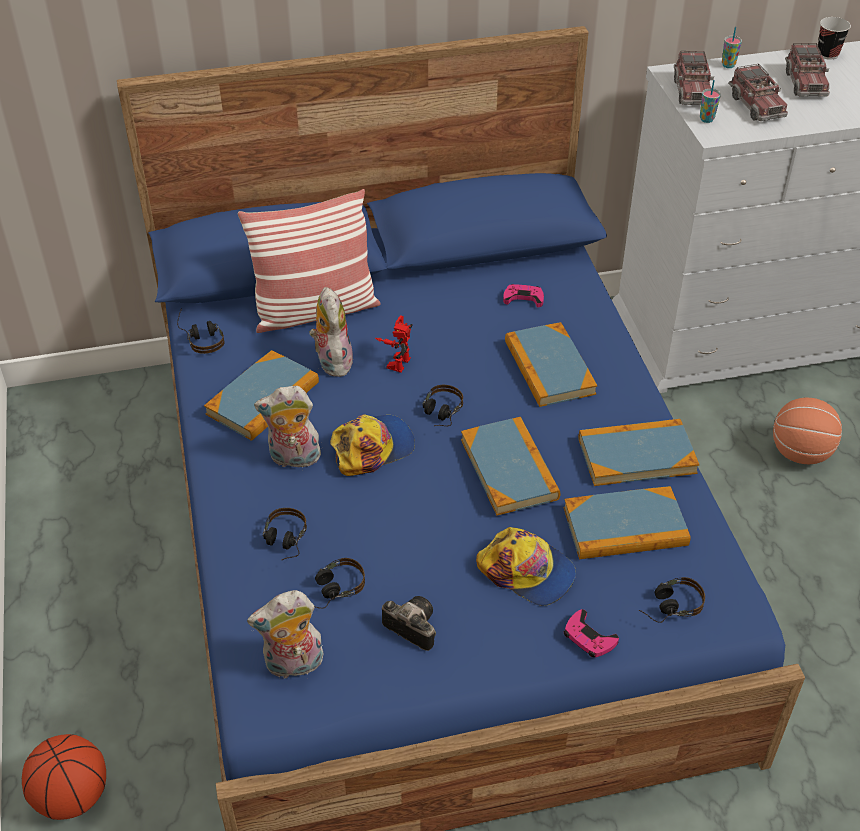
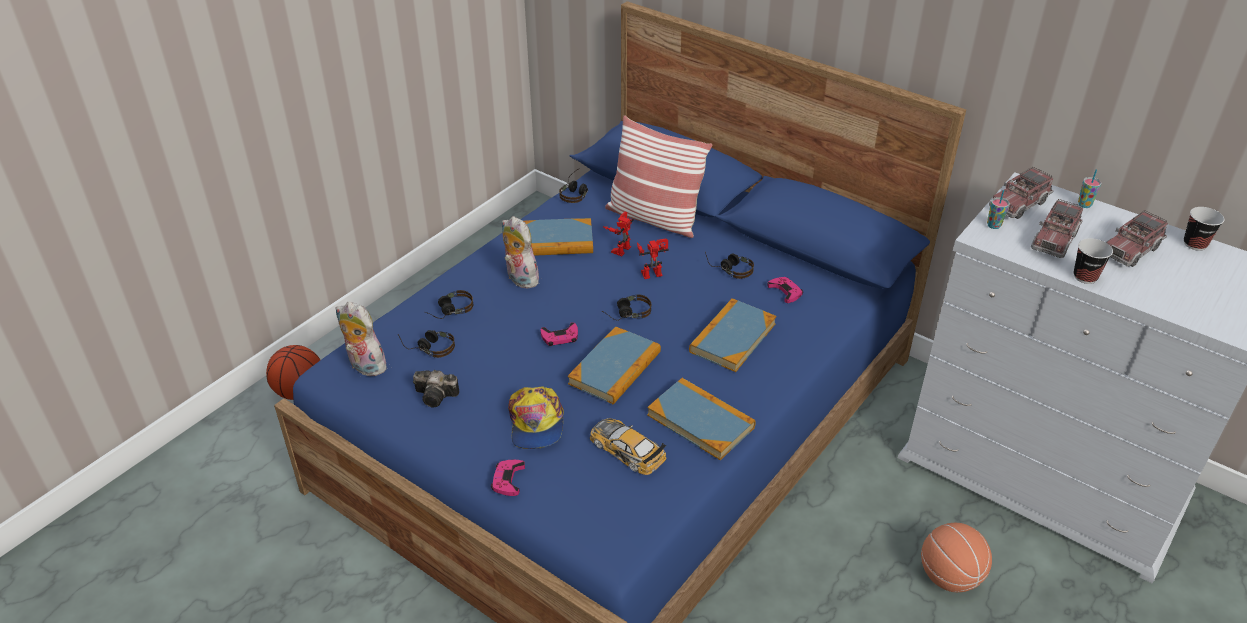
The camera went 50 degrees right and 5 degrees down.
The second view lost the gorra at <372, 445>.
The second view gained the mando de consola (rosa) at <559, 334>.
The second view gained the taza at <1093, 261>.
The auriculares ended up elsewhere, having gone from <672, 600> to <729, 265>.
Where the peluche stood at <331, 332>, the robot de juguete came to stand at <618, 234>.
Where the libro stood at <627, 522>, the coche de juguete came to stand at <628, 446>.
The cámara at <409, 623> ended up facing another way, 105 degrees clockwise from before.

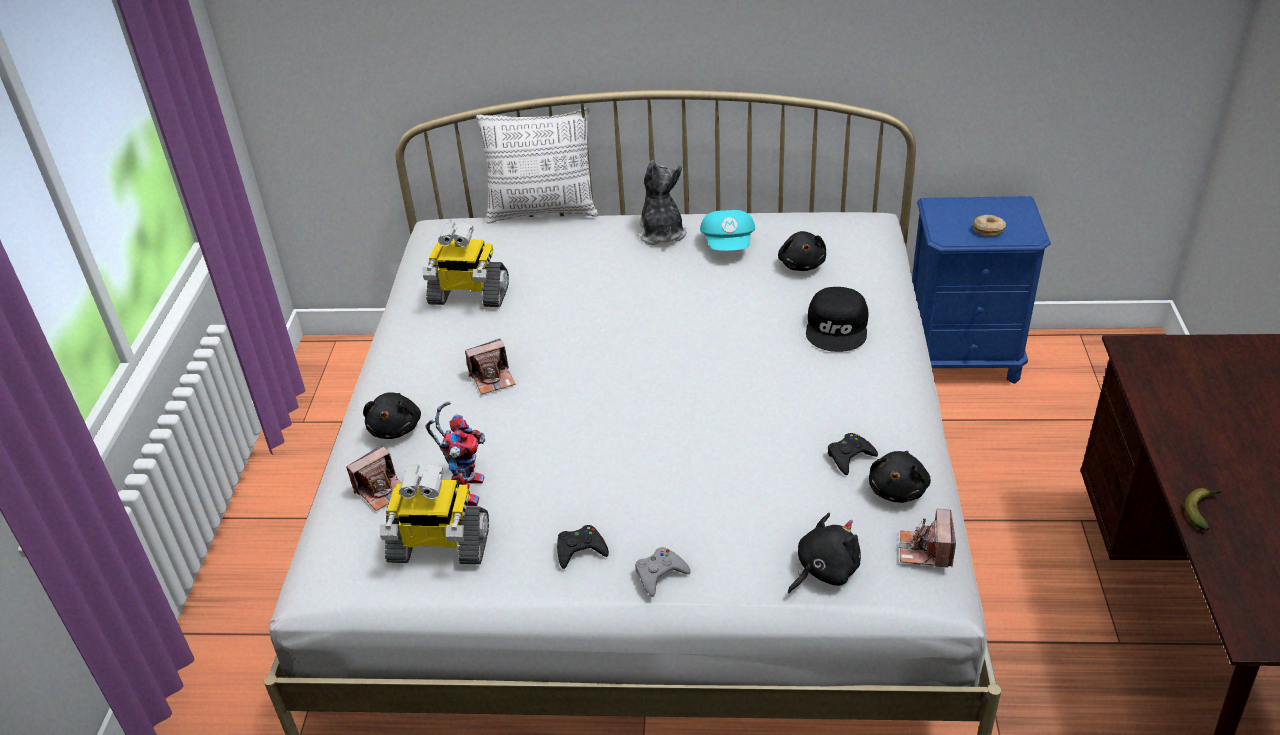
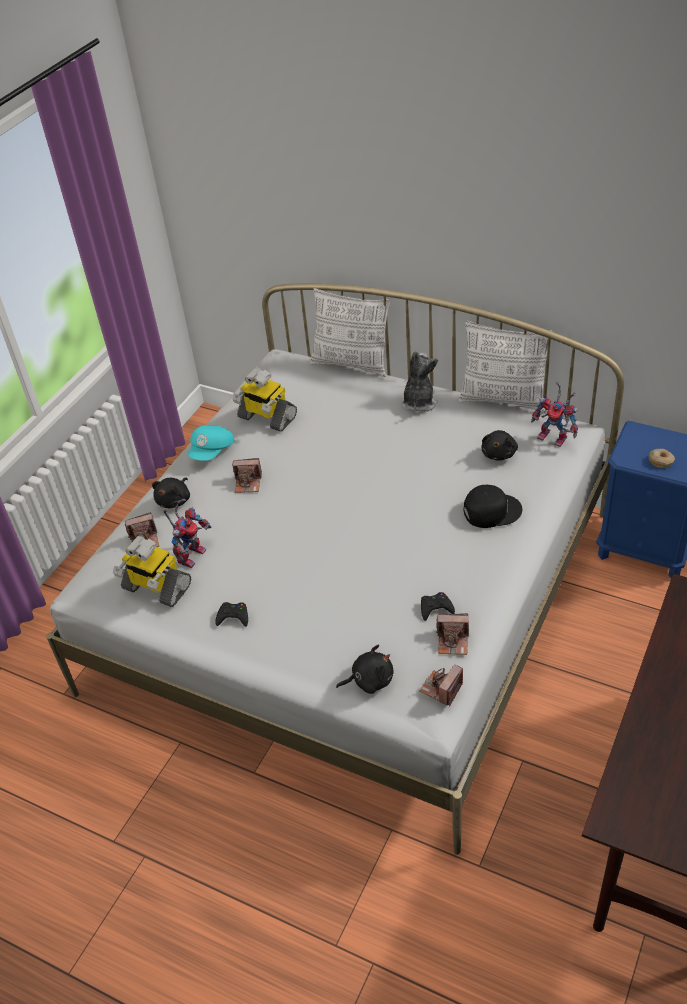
The camera went 25 degrees right and 5 degrees up.
The second view lost the mando de consola (gris) at <662, 572>.
The second view lost the plátano at <1203, 509>.
The second view gained the cojín at <506, 366>.
The second view gained the robot de juguete at <555, 414>.
The gorra (turquesa) ended up elsewhere, having gone from <727, 230> to <211, 443>.
Where the peluche (negro) stood at <900, 477>, the cámara came to stand at <452, 634>.
The gorra (negro) at <837, 319> ended up facing another way, 135 degrees counterclockwise from before.

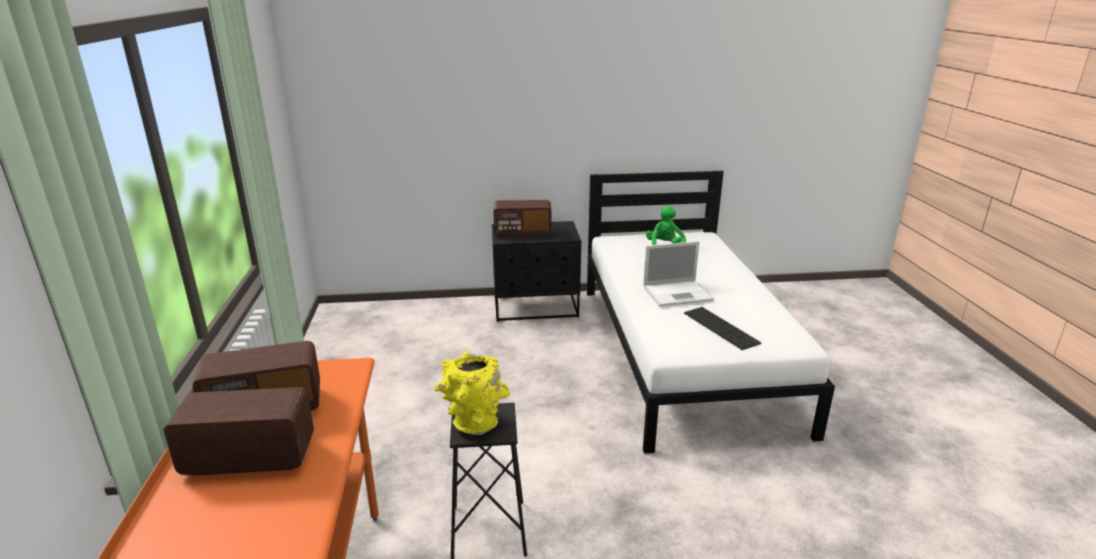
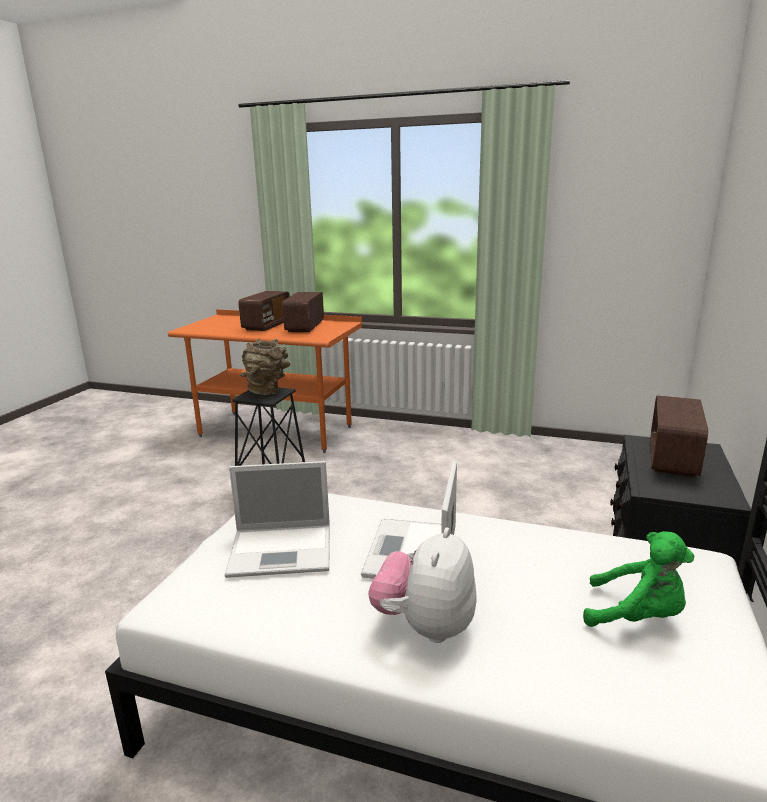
The camera went 115 degrees right and 5 degrees down.
The second view gained the peluche at <422, 585>.
Where the teclado stood at <722, 328>, the portátil came to stand at <277, 519>.
What was the florero (amarillo) at <472, 393> turned into the florero (marrón) at <265, 367>.

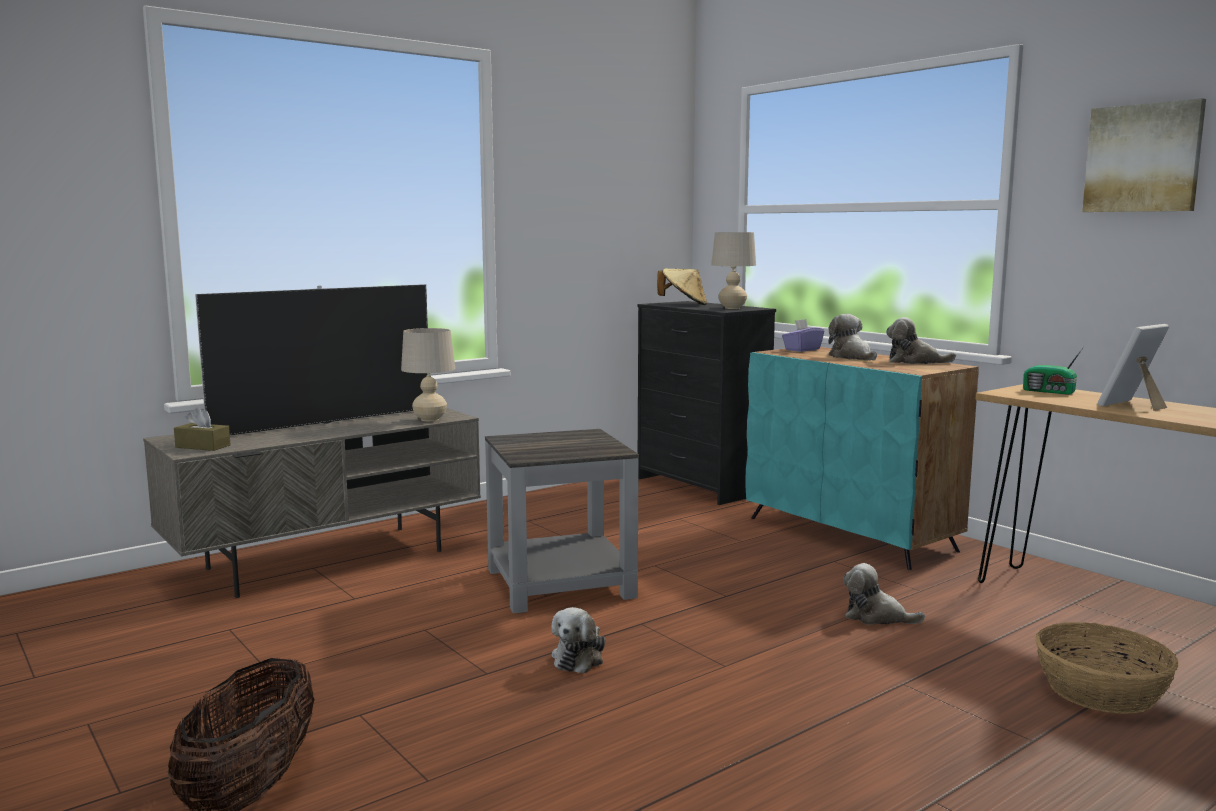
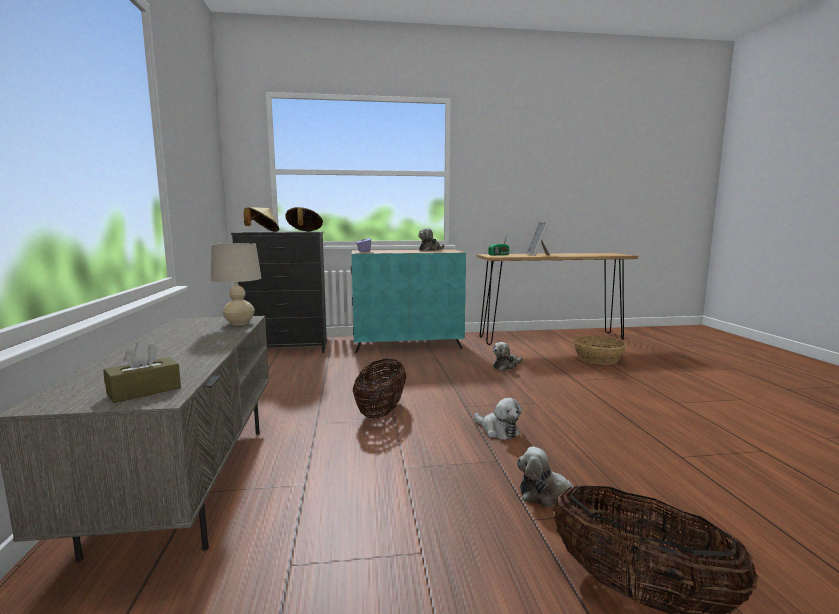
The camera went 60 degrees left and 0 degrees up.
The second view lost the televisor at <311, 360>.
The second view lost the cuadro at <1144, 155>.
The peluche ended up elsewhere, having gone from <852, 337> to <552, 477>.
Where the mesa auxiliar (gris) stood at <562, 521>, the cesta came to stand at <379, 389>.
Where the lámpara de mesa (beis) stood at <733, 270>, the sombrero (beis) came to stand at <304, 219>.

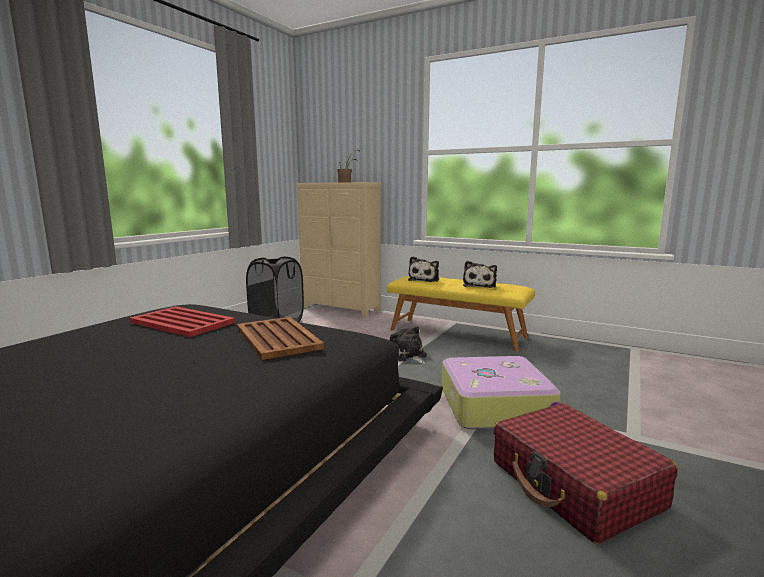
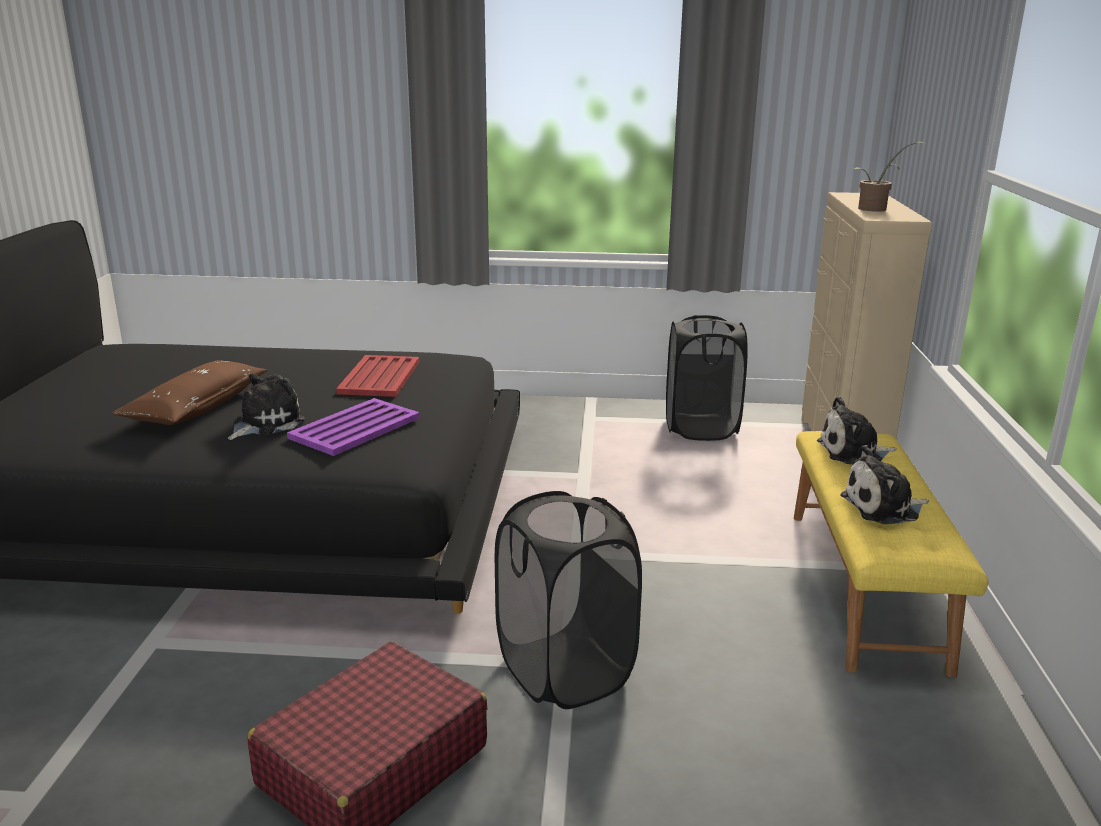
The camera went 65 degrees right and 10 degrees up.
The second view gained the cojín (marrón) at <189, 392>.
The peluche ended up elsewhere, having gone from <408, 345> to <266, 407>.
Where the maleta stood at <501, 392>, the cesto de la ropa (negro) came to stand at <568, 600>.
What was the bandeja (marrón) at <280, 338> turned into the bandeja (morado) at <353, 427>.

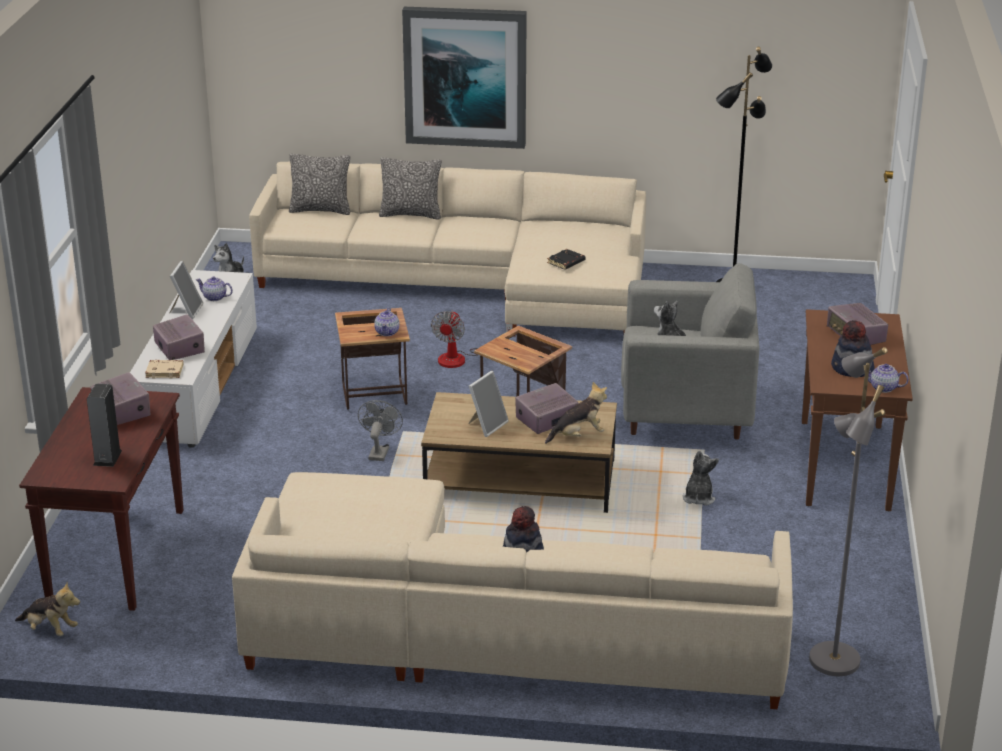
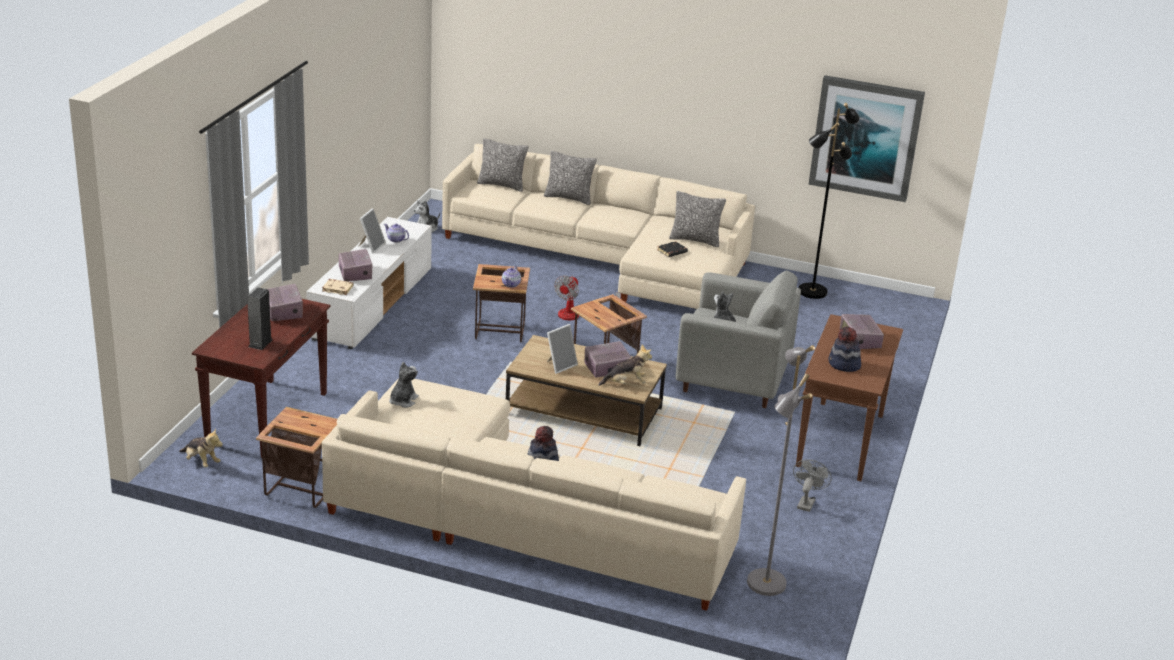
The camera went 10 degrees right and 0 degrees up.
The second view lost the tetera at <888, 378>.
The second view gained the mesa auxiliar at <296, 457>.
The second view gained the cojín at <697, 219>.
The ventilador (gris) ended up elsewhere, having gone from <380, 430> to <812, 485>.
The cuadro ended up elsewhere, having gone from <464, 78> to <867, 138>.
The peluche ended up elsewhere, having gone from <700, 478> to <404, 385>.

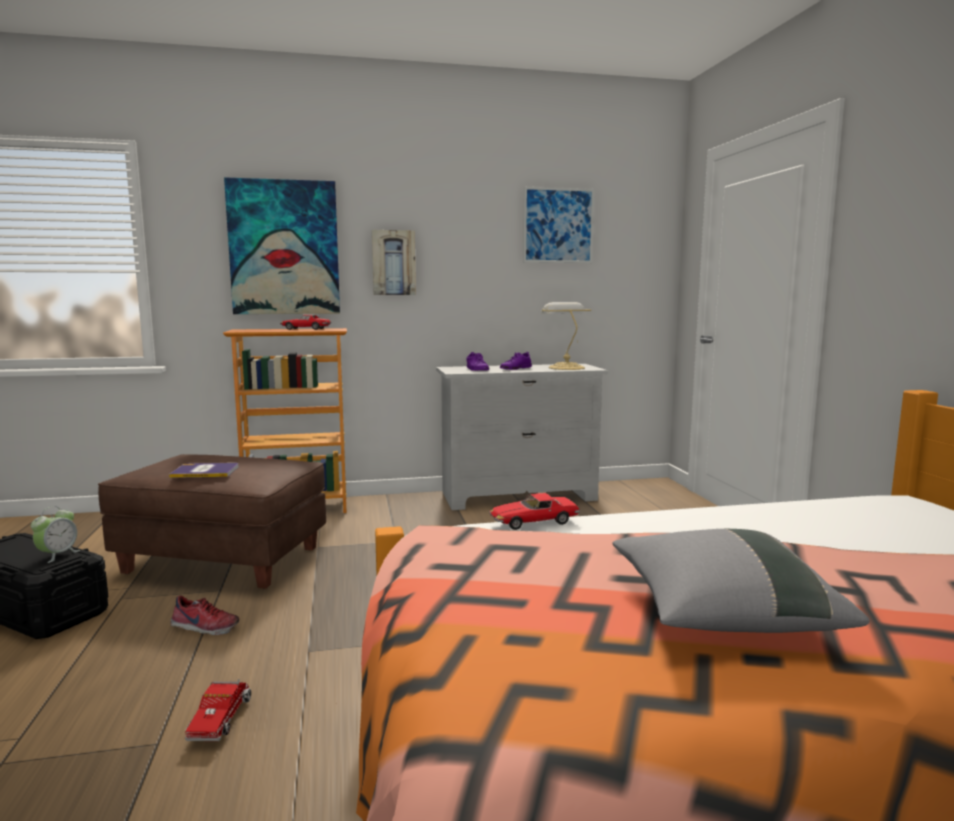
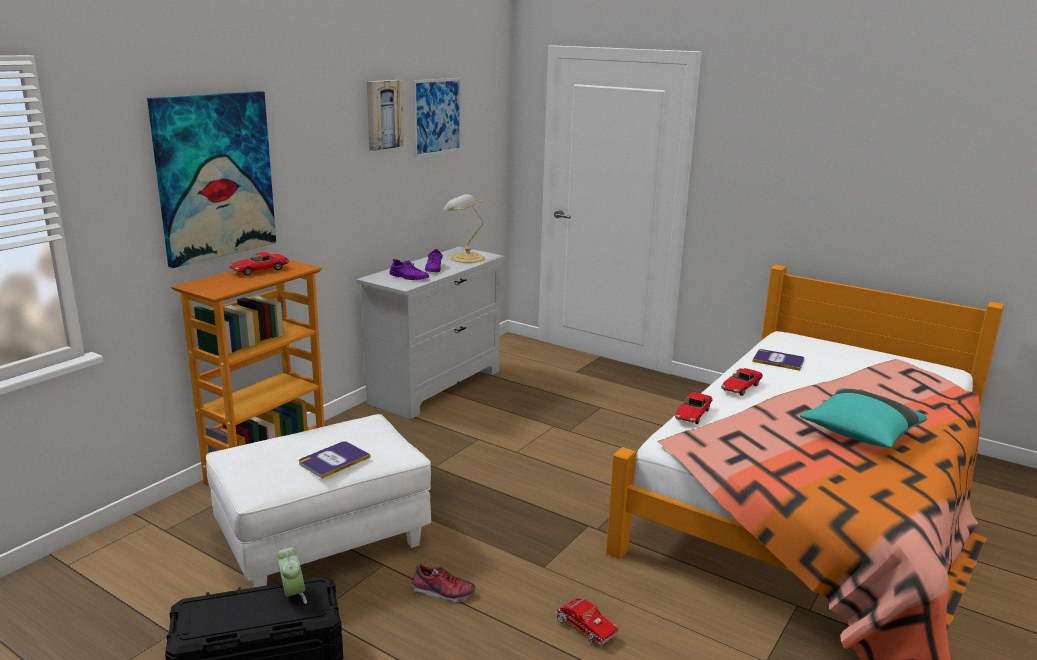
The camera went 45 degrees left and 10 degrees up.
The second view gained the coche de juguete at <742, 382>.
The second view gained the libro at <778, 360>.
The cuadro ended up elsewhere, having gone from <394, 262> to <385, 115>.
What was the puf (marrón) at <212, 521> turned into the puf (blanco) at <318, 501>.
What was the cojín (gris) at <741, 581> turned into the cojín (turquesa) at <863, 418>.
The zapato at <204, 615> ended up facing another way, 45 degrees clockwise from before.

